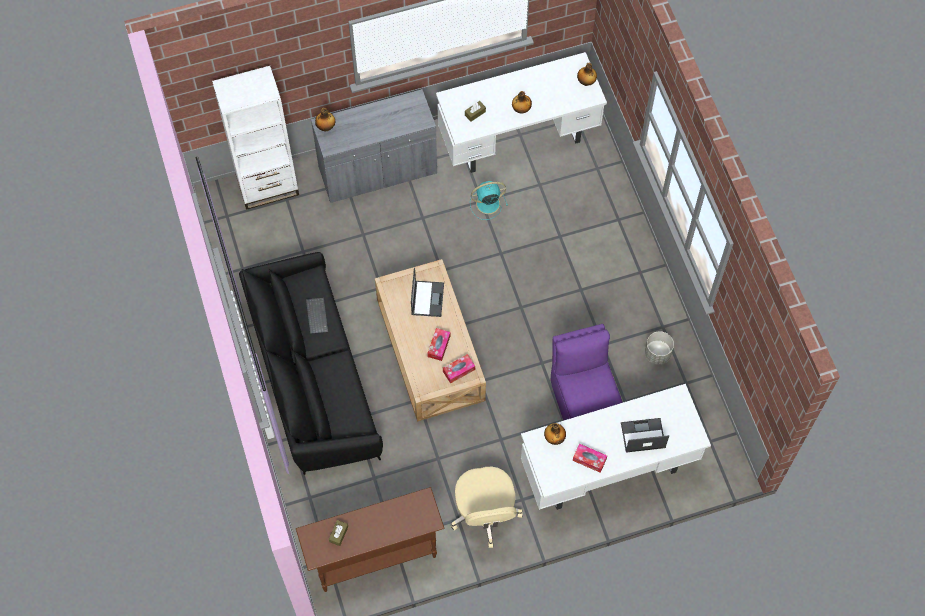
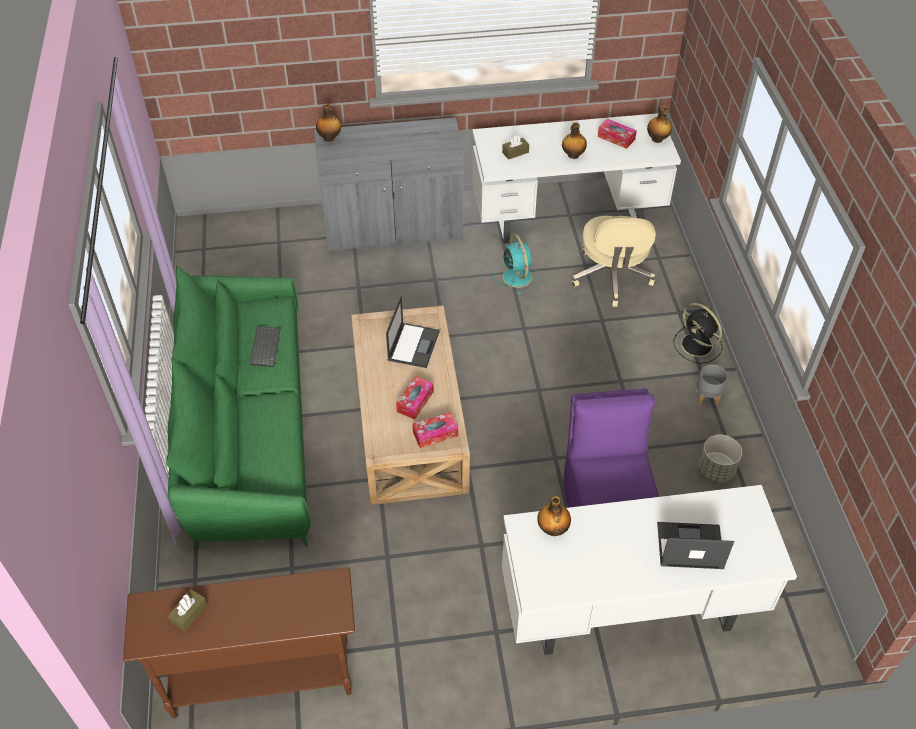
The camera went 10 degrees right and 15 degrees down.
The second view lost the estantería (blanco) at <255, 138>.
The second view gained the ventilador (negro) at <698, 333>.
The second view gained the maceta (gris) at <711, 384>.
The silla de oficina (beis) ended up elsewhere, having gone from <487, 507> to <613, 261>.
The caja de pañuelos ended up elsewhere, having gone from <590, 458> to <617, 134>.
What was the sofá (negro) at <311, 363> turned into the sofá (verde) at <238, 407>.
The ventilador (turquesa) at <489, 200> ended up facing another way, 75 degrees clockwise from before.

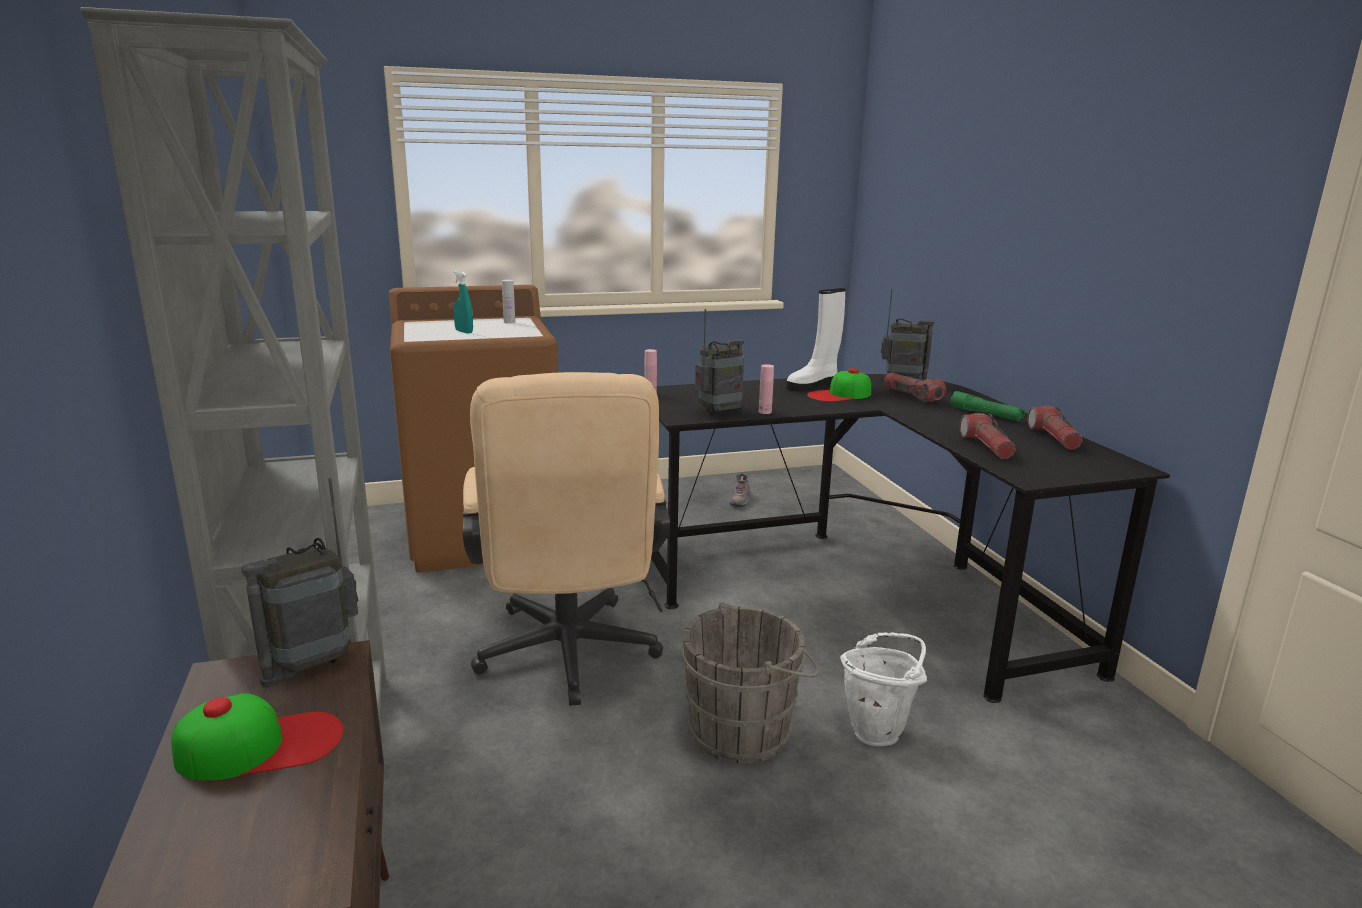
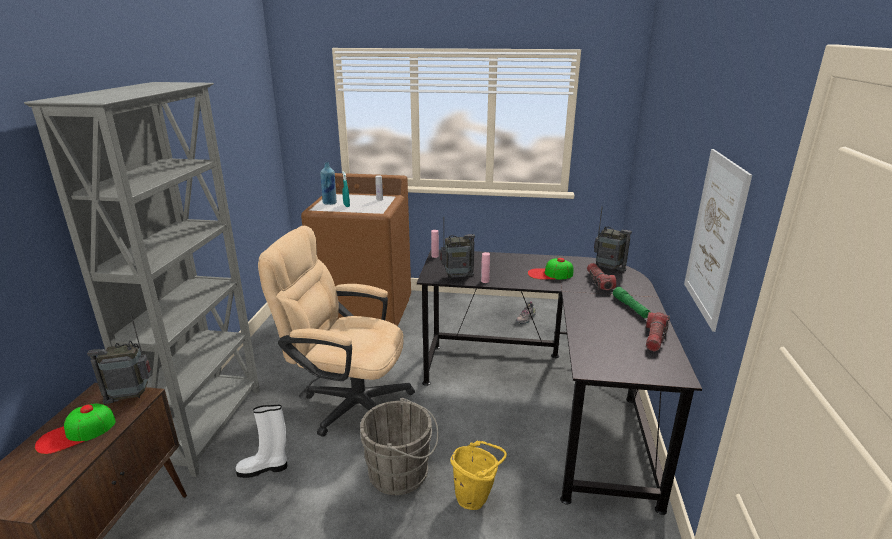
The camera went 25 degrees right and 5 degrees up.
The second view lost the linterna at <988, 436>.
The second view gained the botella (azul) at <328, 183>.
The second view gained the cuadro at <718, 240>.
The bota (blanco) ended up elsewhere, having gone from <816, 339> to <261, 441>.
What was the cubo (blanco) at <883, 689> turned into the cubo (amarillo) at <478, 475>.
The gorra at <257, 737> ended up facing another way, 135 degrees clockwise from before.
The silla de oficina (beis) at <566, 539> ended up facing another way, 90 degrees clockwise from before.

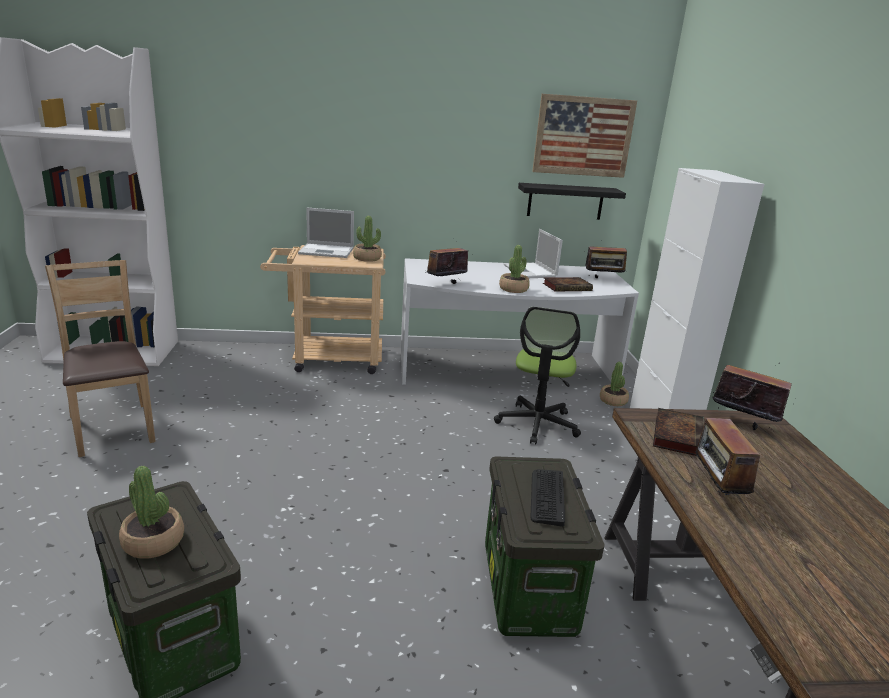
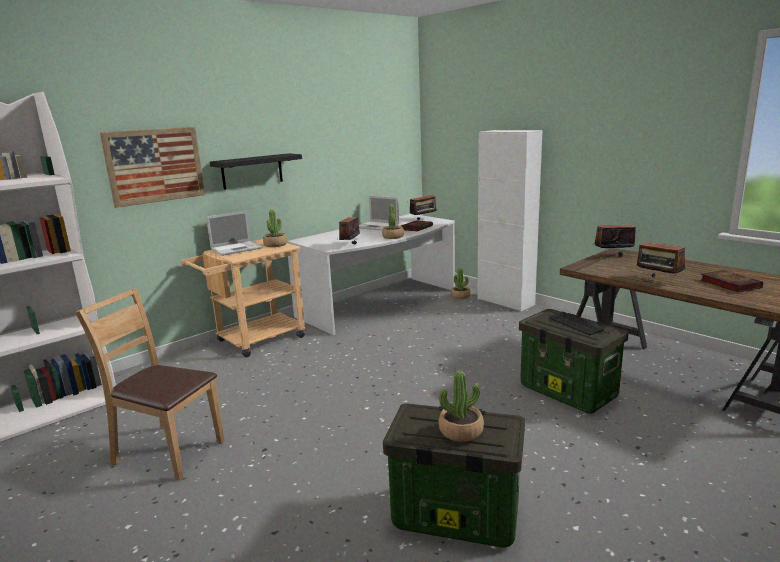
The camera went 35 degrees left and 5 degrees down.
The second view lost the silla de oficina at <537, 375>.
The estante (negro) ended up elsewhere, having gone from <572, 201> to <256, 171>.
The cuadro ended up elsewhere, having gone from <584, 136> to <152, 167>.
The libro ended up elsewhere, having gone from <679, 432> to <732, 281>.

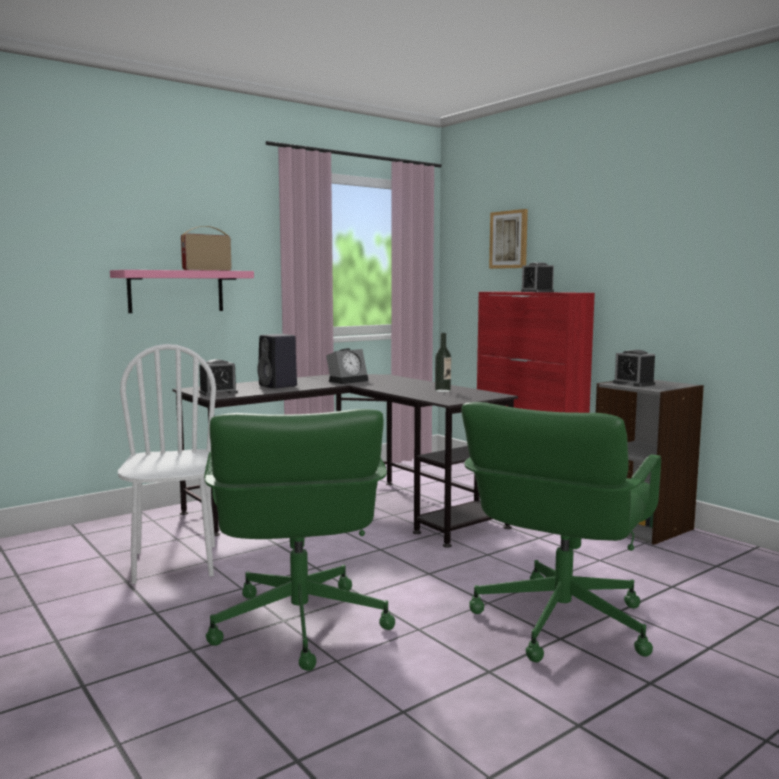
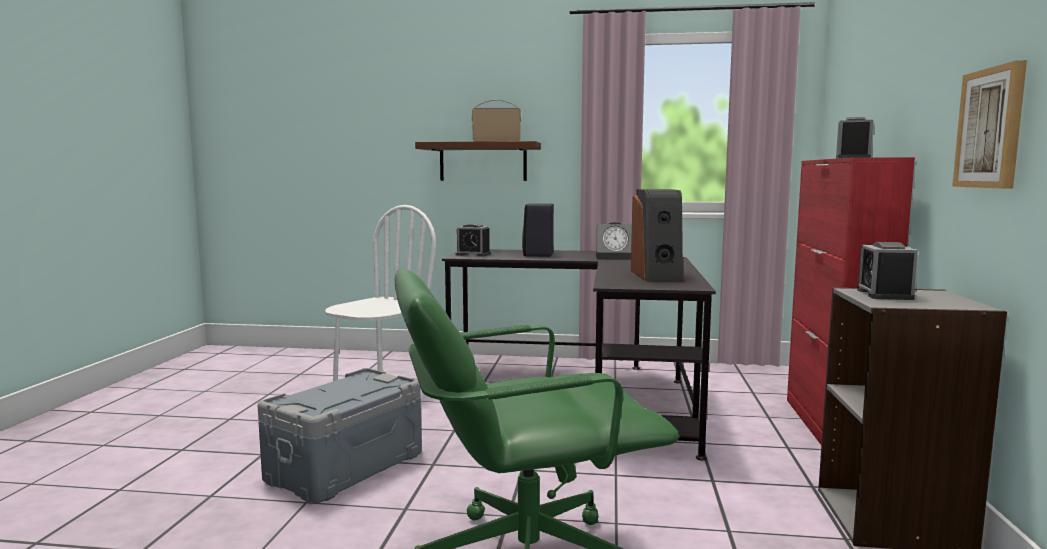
The camera went 45 degrees right and 0 degrees up.
The cuadro ended up elsewhere, having gone from <508, 239> to <989, 124>.
Where the silla de oficina (verde) stood at <299, 540>, the caja de almacenaje (gris) came to stand at <339, 435>.
Where the botella stood at <443, 362>, the altavoz came to stand at <657, 235>.
What was the estante (rosa) at <182, 291> turned into the estante (marrón) at <478, 161>.

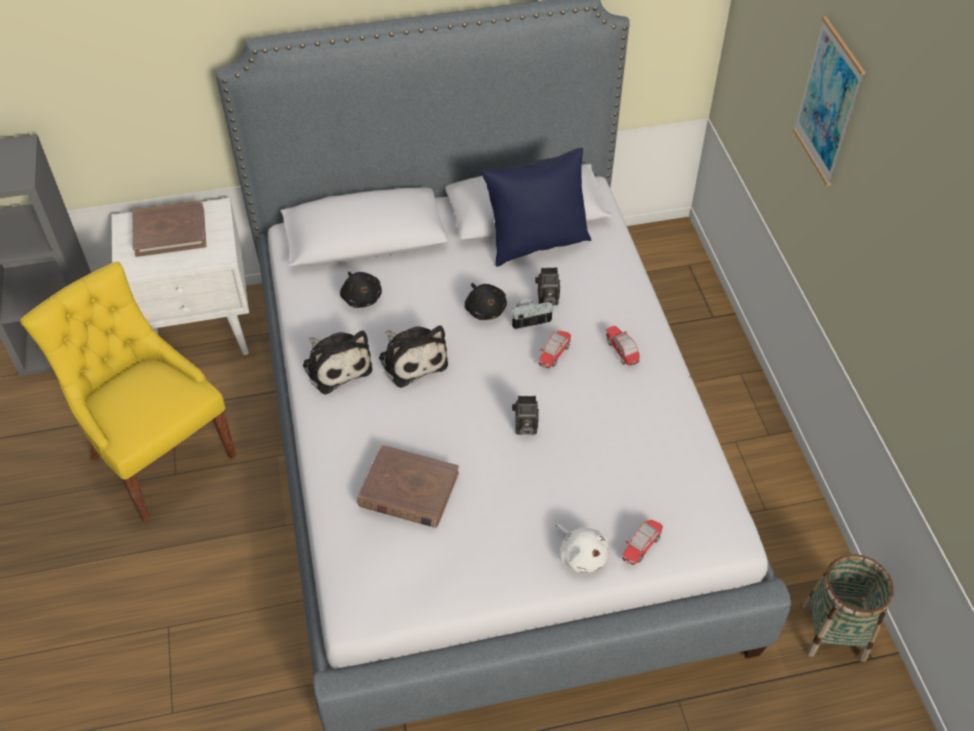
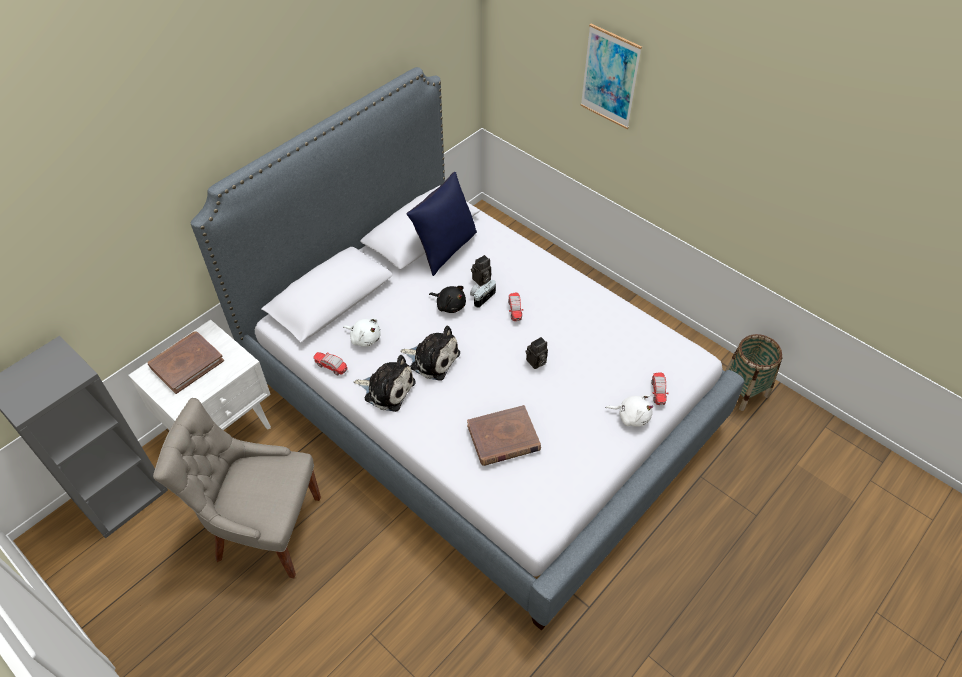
The camera went 35 degrees left and 0 degrees up.
The coche de juguete ended up elsewhere, having gone from <623, 346> to <330, 363>.
What was the silla (amarillo) at <128, 392> turned into the silla (gris) at <237, 488>.
What was the peluche (negro) at <361, 290> turned into the peluche (blanco) at <361, 332>.

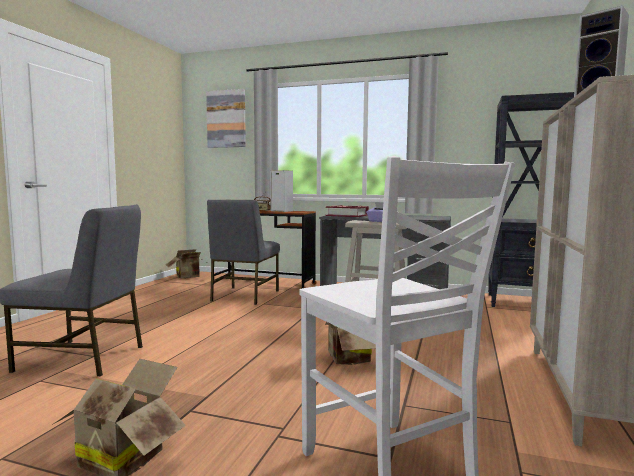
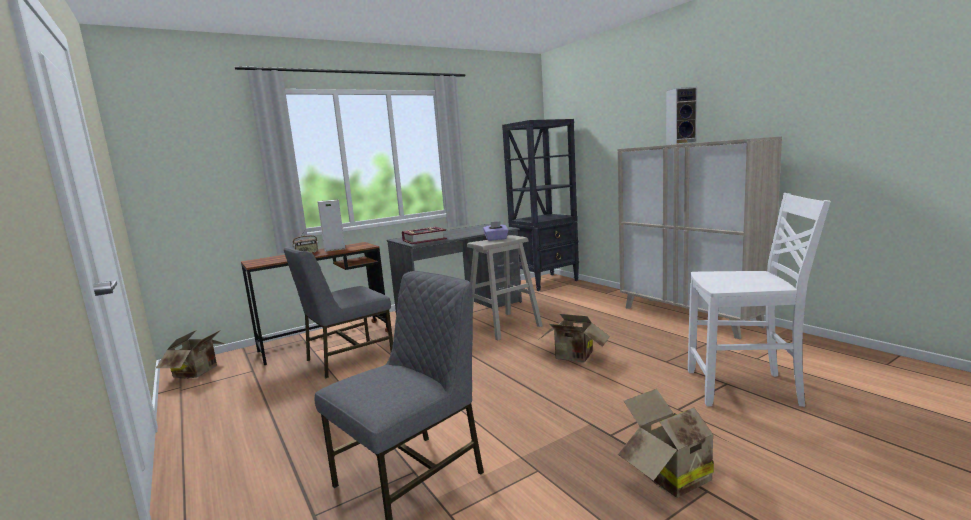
The camera went 50 degrees left and 5 degrees up.
The second view lost the cuadro at <226, 118>.
The silla (gris) at <243, 252> ended up facing another way, 90 degrees clockwise from before.

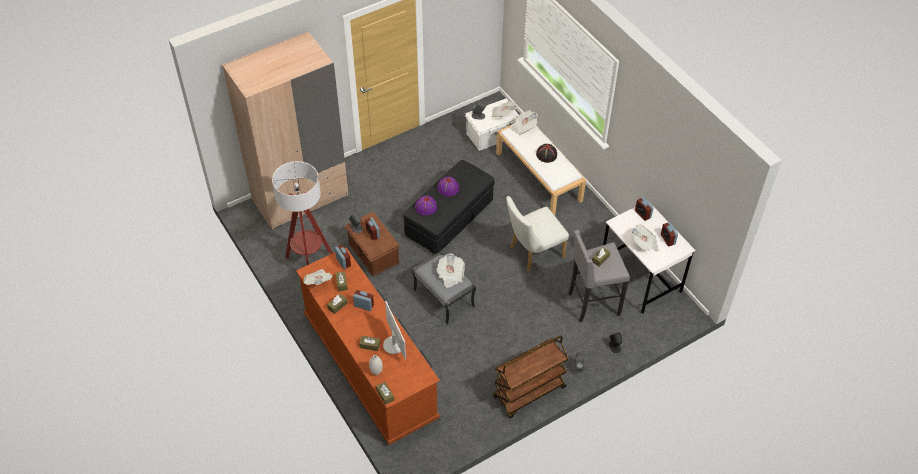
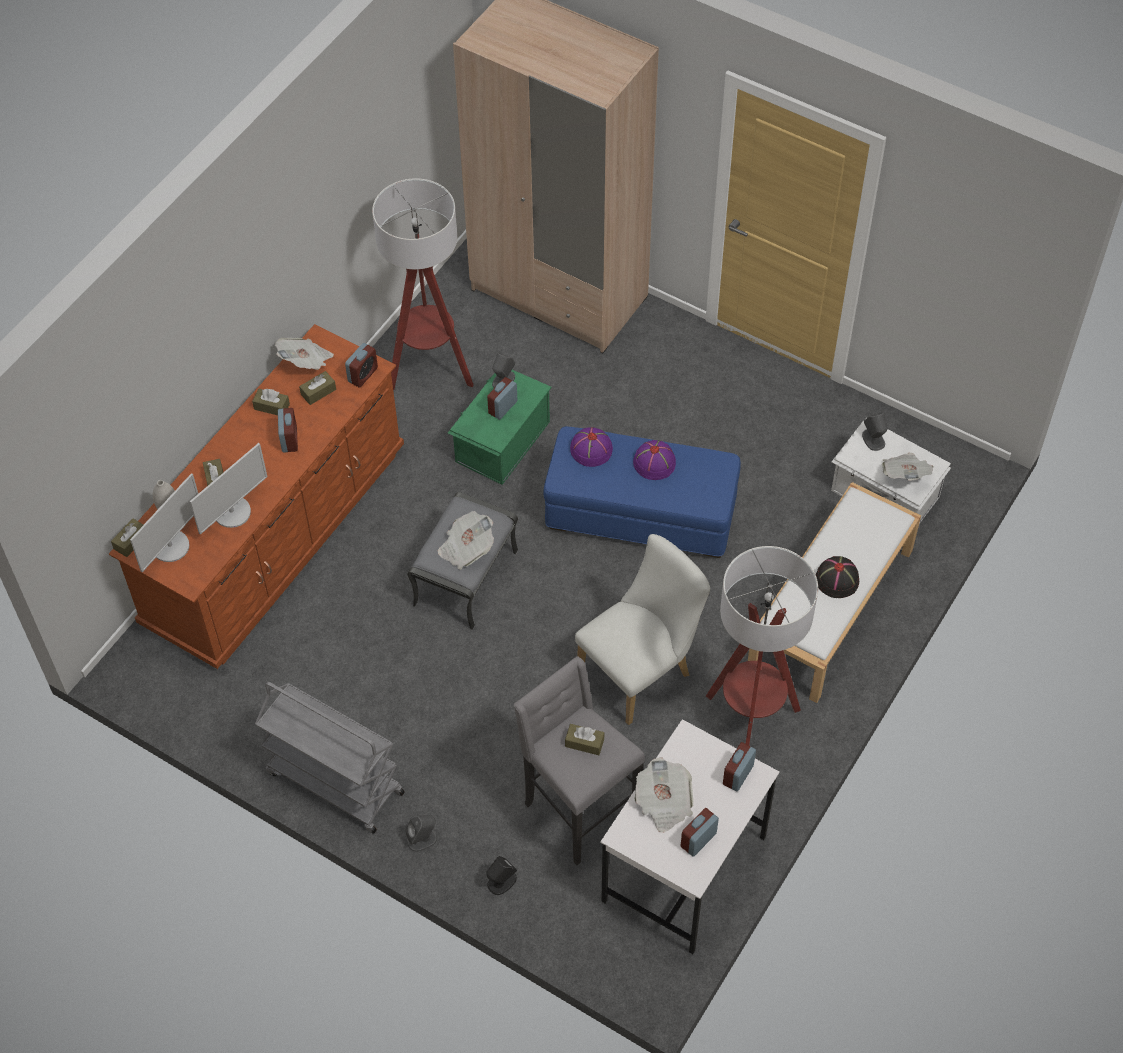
The camera went 65 degrees right and 5 degrees up.
The second view lost the periódico at <524, 123>.
The second view gained the monitor at <164, 522>.
The second view gained the lámpara de pie at <762, 645>.
What was the caja de almacenaje (marrón) at <372, 244> turned into the caja de almacenaje (verde) at <499, 427>.
What was the puf (negro) at <449, 207> turned into the puf (azul) at <642, 492>.
What was the carrito (marrón) at <531, 376> turned into the carrito (gris) at <330, 758>.
The silla (blanco) at <537, 234> ended up facing another way, 105 degrees clockwise from before.

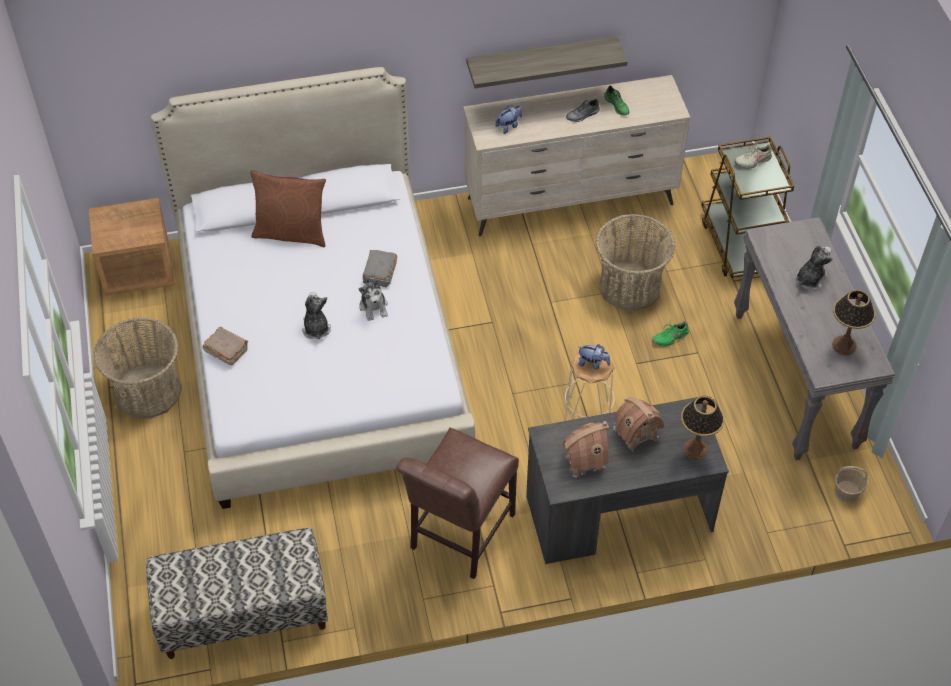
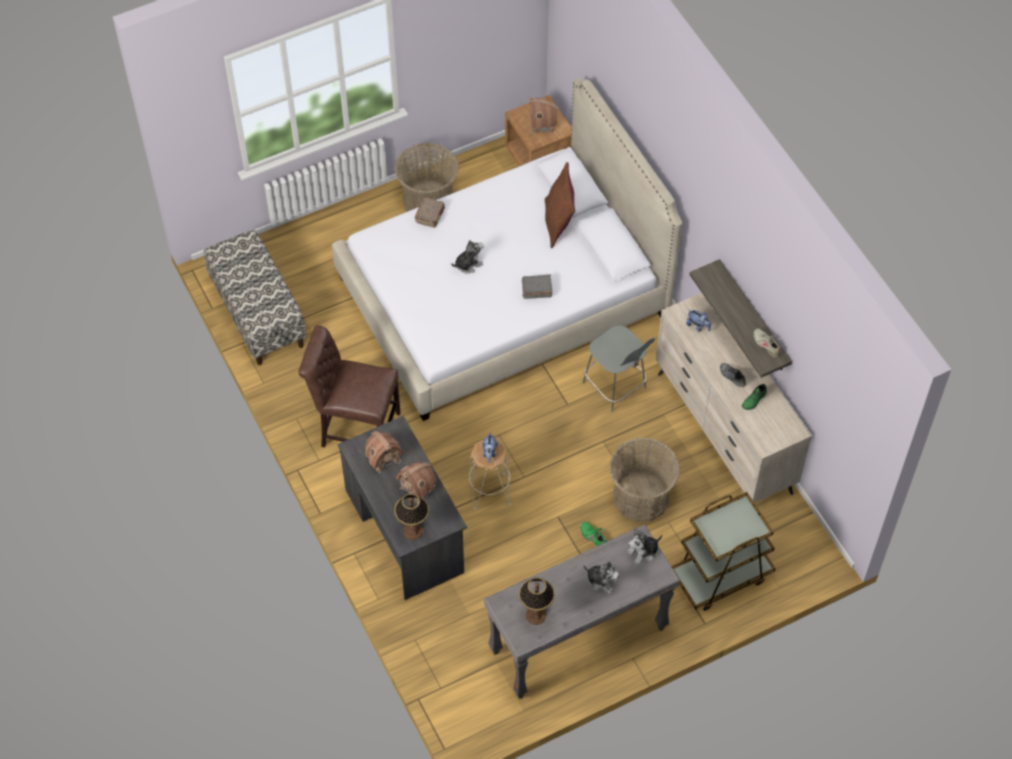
The camera went 75 degrees right and 5 degrees up.
The second view lost the cesta at <851, 484>.
The second view gained the casita at <543, 115>.
The second view gained the silla (gris) at <618, 368>.
The peluche ended up elsewhere, having gone from <373, 299> to <644, 546>.
The zapato (beis) ended up elsewhere, having gone from <753, 156> to <768, 343>.

